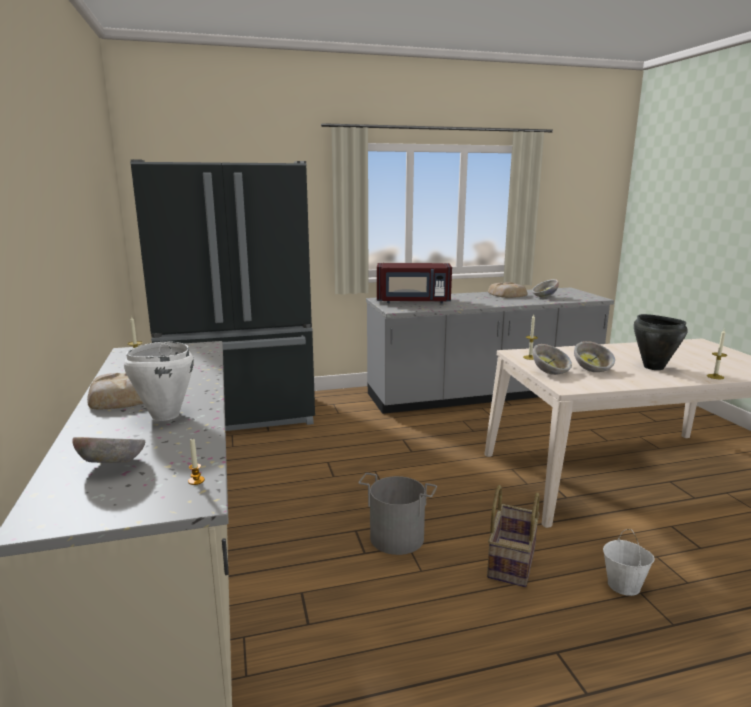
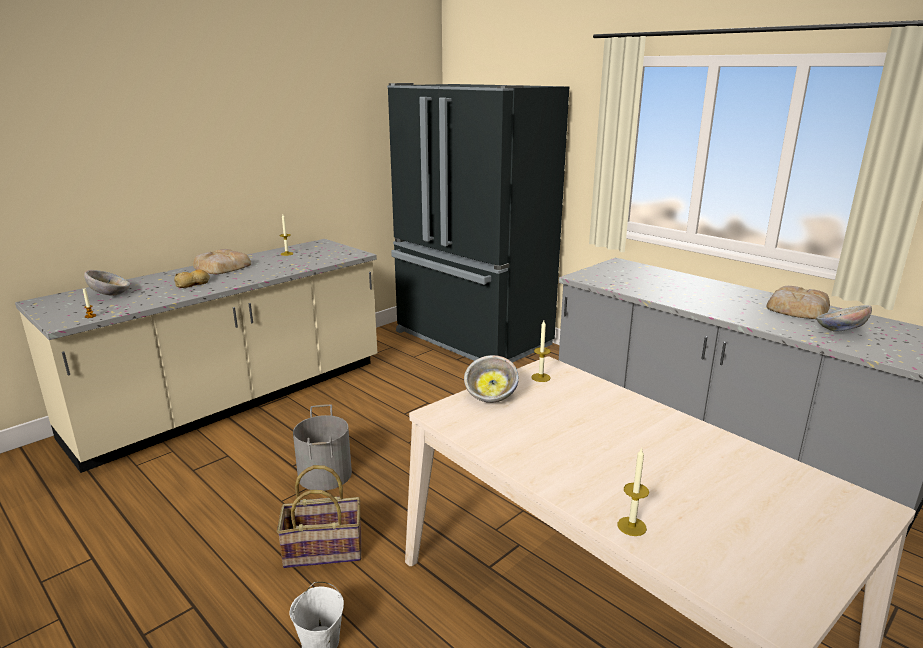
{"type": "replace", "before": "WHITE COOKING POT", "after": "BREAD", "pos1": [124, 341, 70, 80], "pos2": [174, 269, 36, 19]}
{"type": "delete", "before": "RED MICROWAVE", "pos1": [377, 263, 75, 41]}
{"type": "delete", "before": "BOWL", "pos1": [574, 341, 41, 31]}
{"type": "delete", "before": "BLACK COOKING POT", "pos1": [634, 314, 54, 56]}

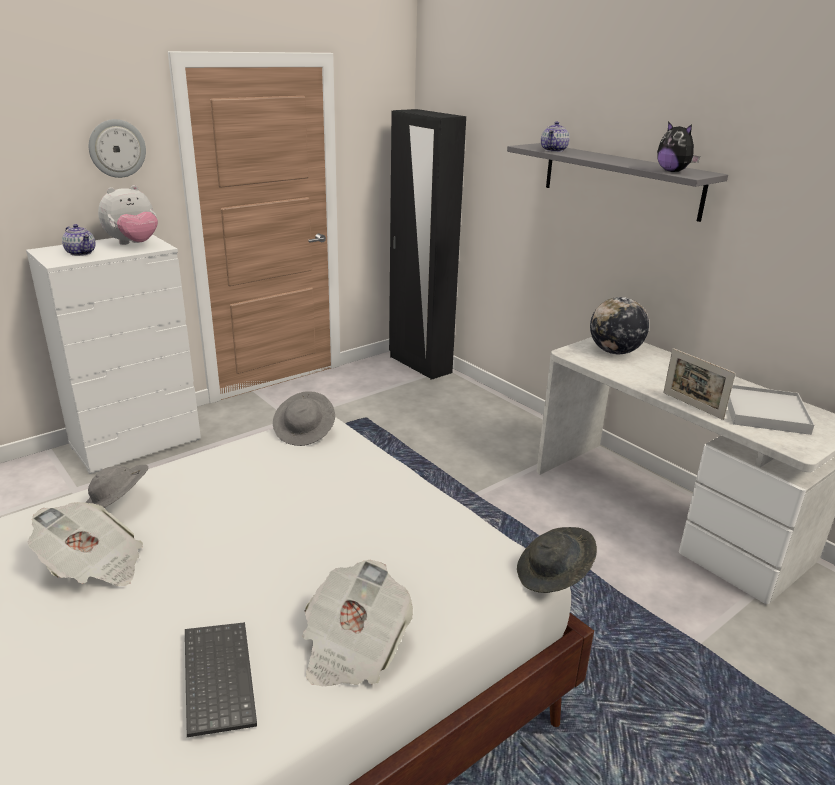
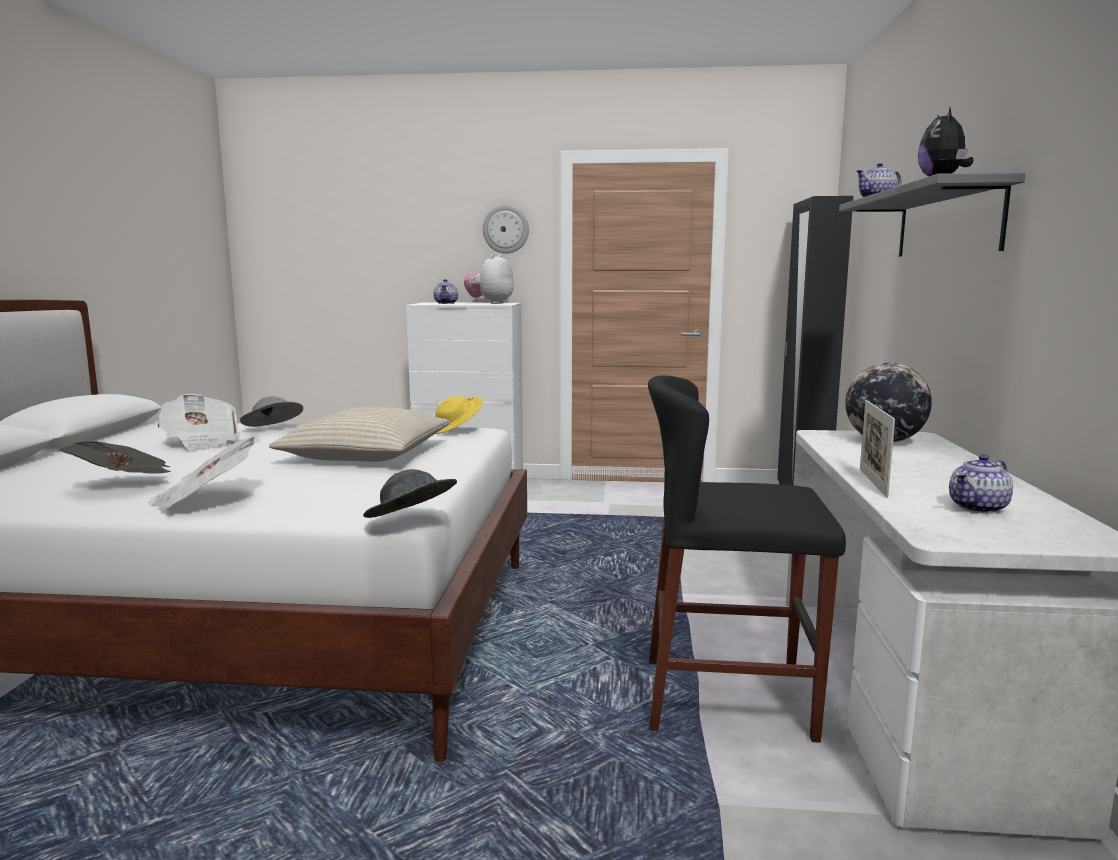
{"type": "replace", "before": "KEYBOARD", "after": "NEWSPAPER", "pos1": [185, 622, 72, 115], "pos2": [59, 441, 112, 33]}
{"type": "insert", "after": "BEIGE PILLOW", "pos2": [269, 407, 181, 55]}
{"type": "recolor", "before": "GREY HAT", "after": "YELLOW HAT", "pos1": [273, 391, 62, 55], "pos2": [436, 396, 47, 38]}
{"type": "rotate", "before": "PLUSH TOY", "pos1": [98, 185, 60, 60], "pos2": [464, 254, 50, 50], "turn": 105}
{"type": "insert", "after": "BLACK STOOL", "pos2": [648, 375, 198, 368]}
{"type": "replace", "before": "WHITE TRAY", "after": "TEAPOT", "pos1": [728, 385, 87, 50], "pos2": [949, 454, 64, 60]}

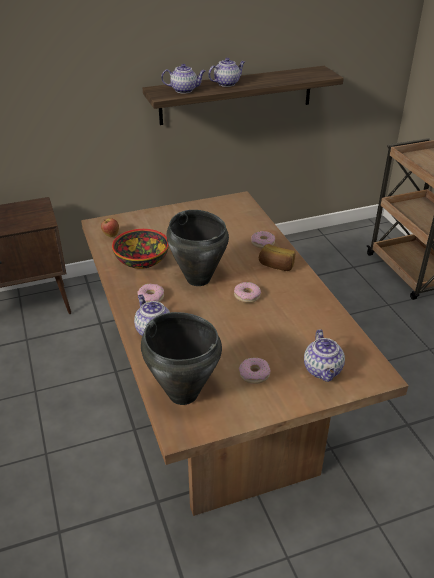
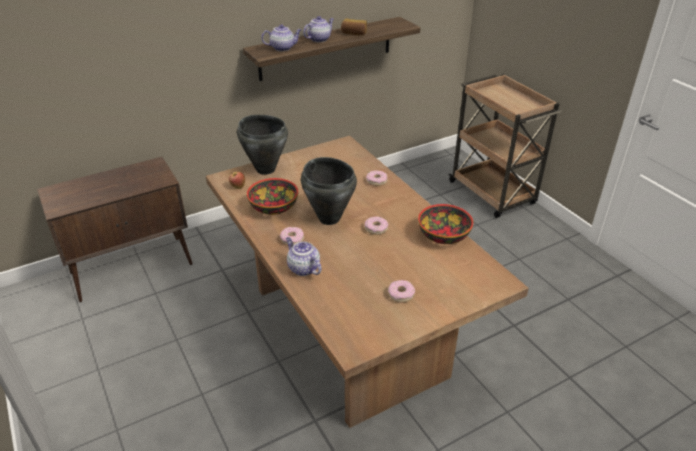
{"type": "move", "before": "BLACK COOKING POT", "pos1": [141, 312, 81, 93], "pos2": [237, 115, 51, 60]}
{"type": "move", "before": "BREAD", "pos1": [259, 244, 36, 27], "pos2": [341, 18, 26, 17]}
{"type": "insert", "after": "BOWL", "pos2": [418, 204, 55, 40]}
{"type": "delete", "before": "TEAPOT", "pos1": [304, 329, 41, 53]}

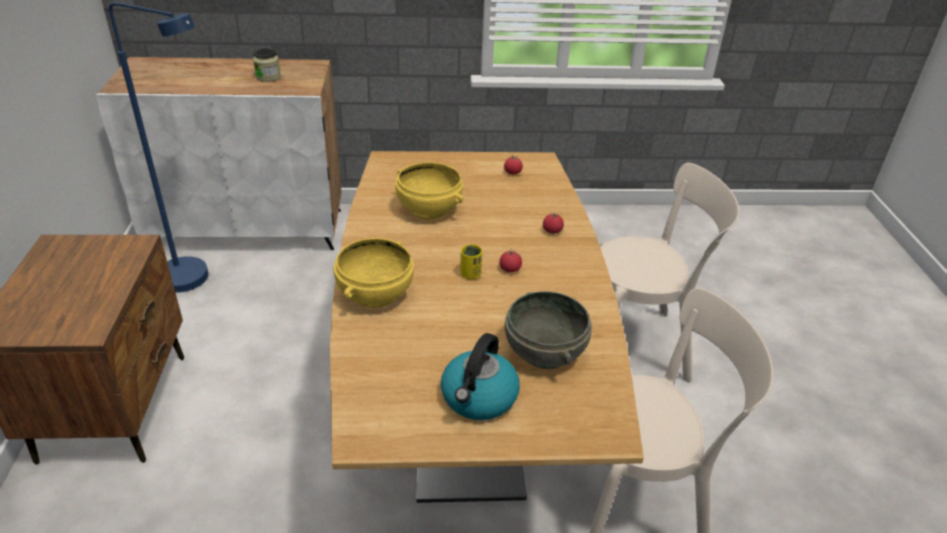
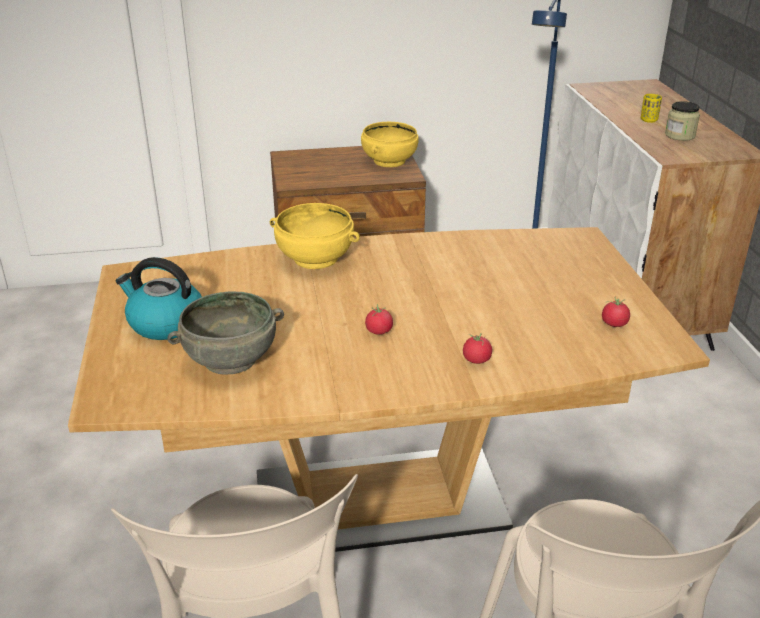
{"type": "move", "before": "YELLOW BOWL", "pos1": [395, 162, 68, 58], "pos2": [361, 122, 57, 45]}
{"type": "move", "before": "YELLOW CUP", "pos1": [461, 244, 21, 35], "pos2": [641, 94, 21, 29]}

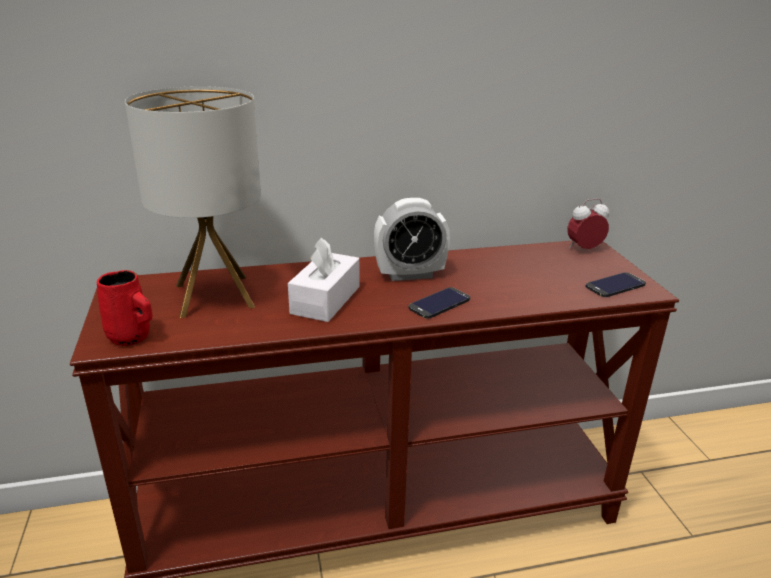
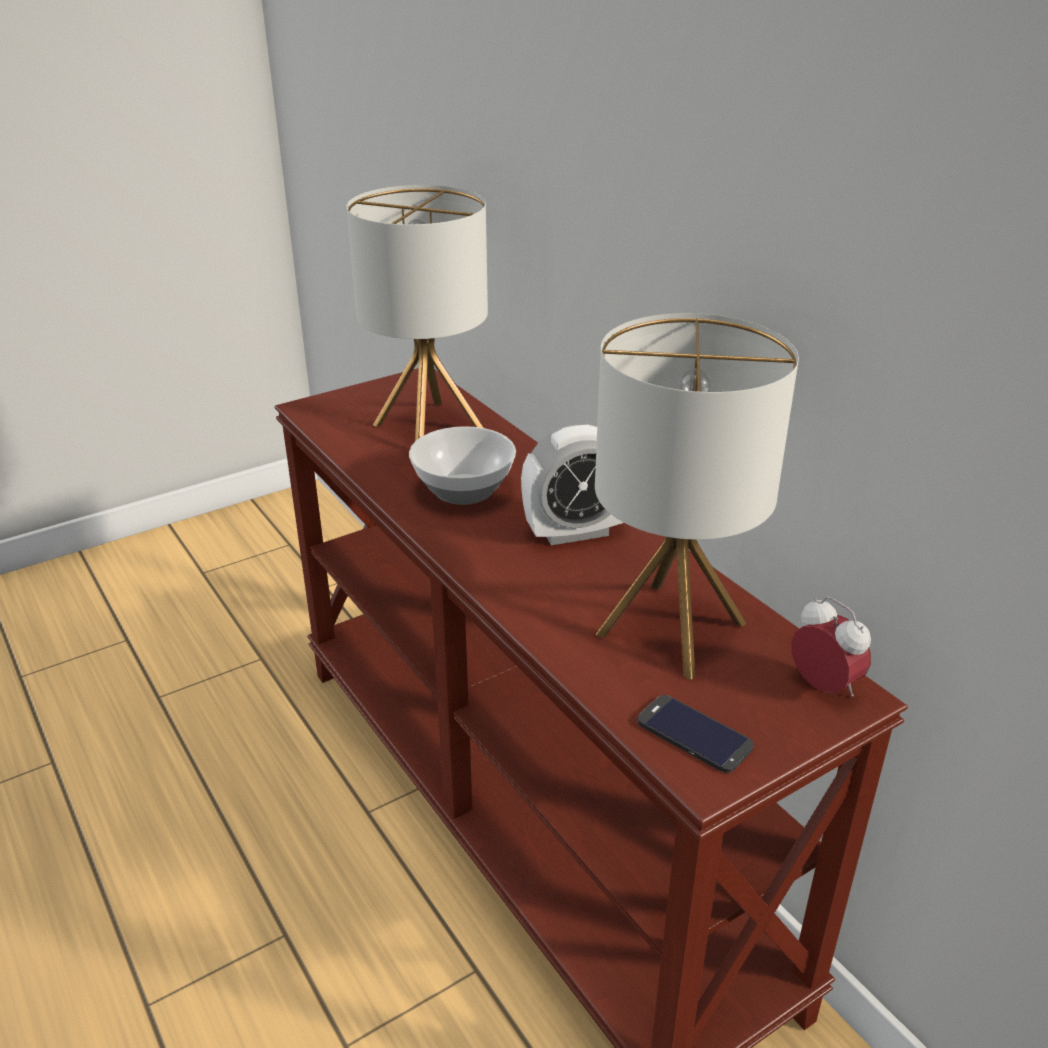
{"type": "replace", "before": "WHITE TISSUE BOX", "after": "BOWL", "pos1": [288, 237, 71, 85], "pos2": [409, 426, 107, 79]}
{"type": "rotate", "before": "ALARM CLOCK", "pos1": [374, 198, 76, 83], "pos2": [521, 425, 103, 120], "turn": -75}
{"type": "insert", "after": "TABLE LAMP", "pos2": [595, 313, 204, 367]}
{"type": "delete", "before": "RED MUG", "pos1": [97, 270, 55, 76]}
{"type": "delete", "before": "PHONE", "pos1": [409, 287, 61, 32]}

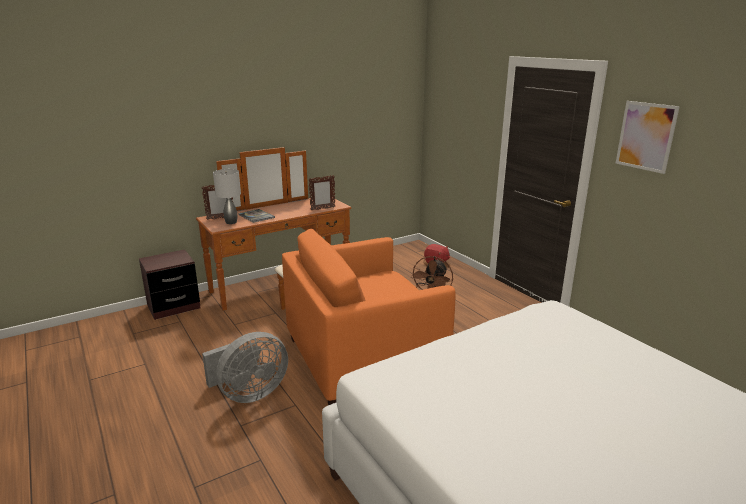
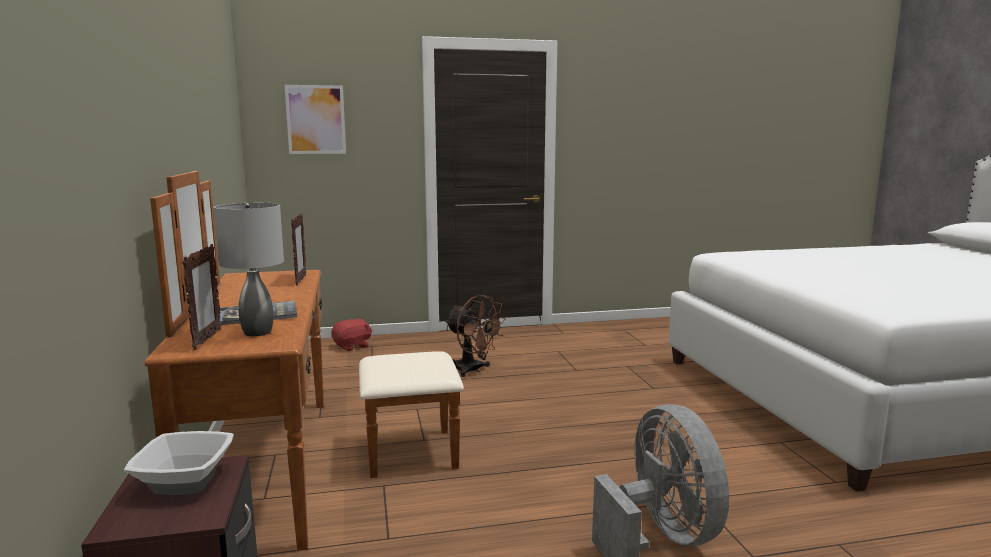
{"type": "insert", "after": "BOWL", "pos2": [124, 431, 110, 64]}
{"type": "move", "before": "PICTURE", "pos1": [616, 101, 64, 73], "pos2": [285, 85, 61, 69]}
{"type": "delete", "before": "ORANGE ARMCHAIR", "pos1": [282, 229, 173, 176]}

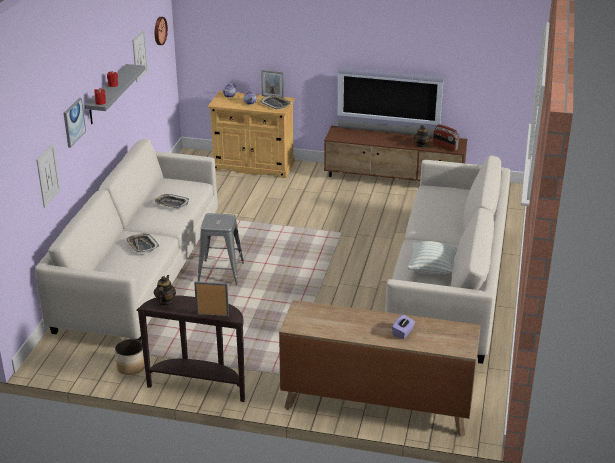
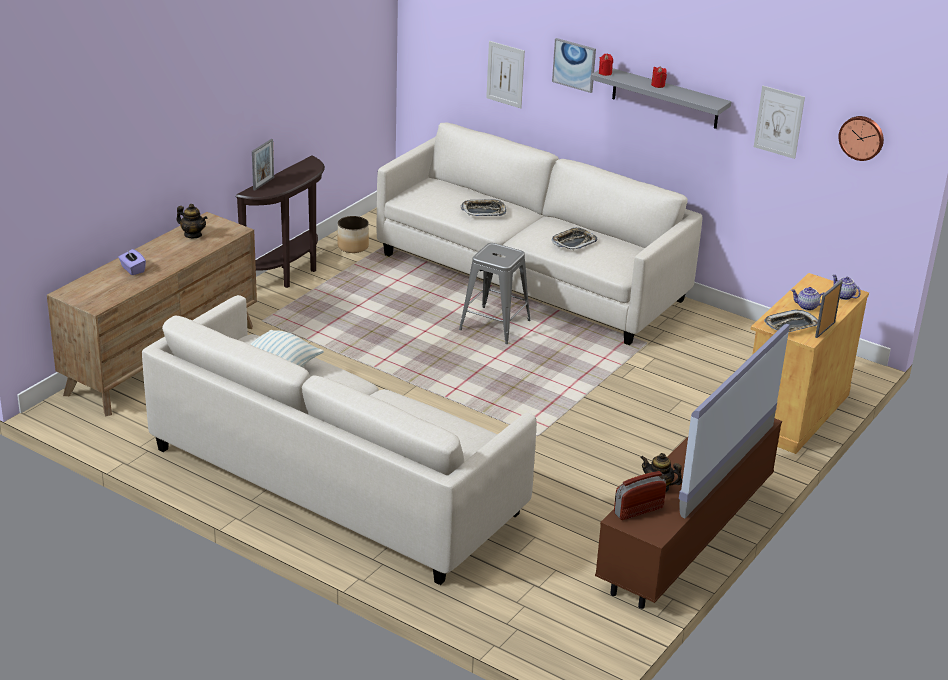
{"type": "move", "before": "TEAPOT", "pos1": [154, 275, 22, 31], "pos2": [177, 204, 30, 34]}

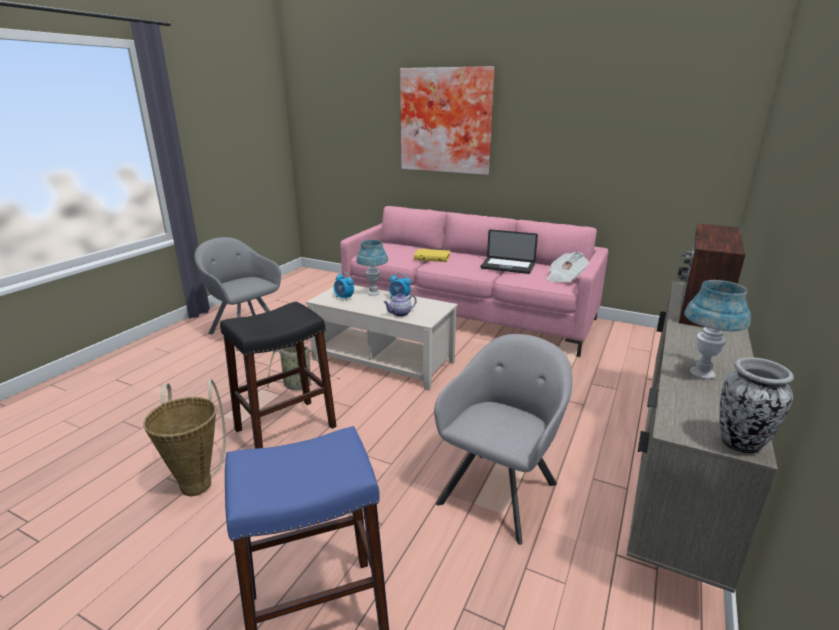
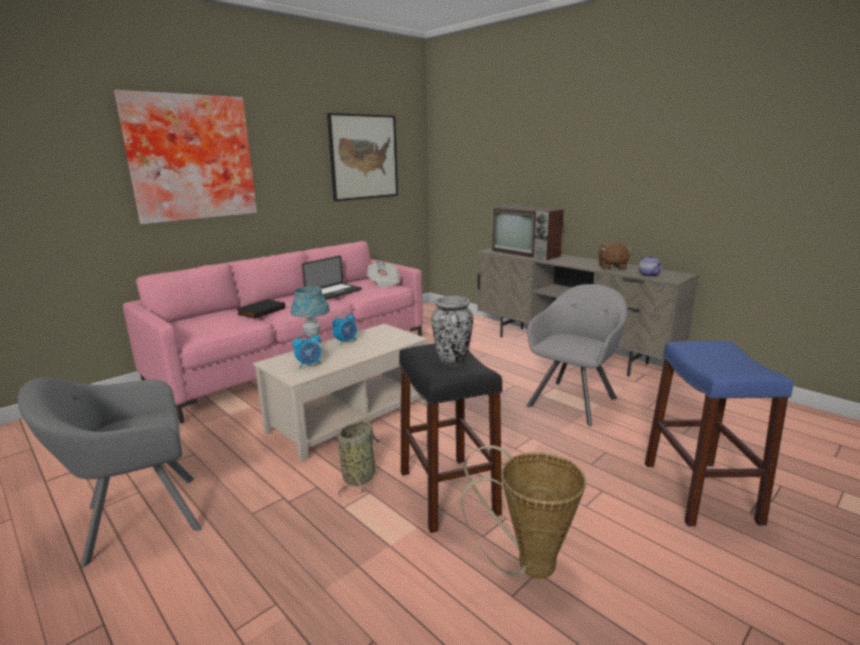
{"type": "recolor", "before": "YELLOW BOOK", "after": "BLACK BOOK", "pos1": [414, 249, 36, 13], "pos2": [237, 299, 48, 20]}
{"type": "insert", "after": "PICTURE", "pos2": [327, 113, 71, 88]}
{"type": "move", "before": "VASE", "pos1": [719, 357, 75, 97], "pos2": [432, 296, 41, 70]}
{"type": "rotate", "before": "GREY ARMCHAIR", "pos1": [434, 334, 139, 211], "pos2": [527, 284, 101, 143], "turn": 75}
{"type": "replace", "before": "BLUE TABLE LAMP", "after": "BROWN PLUSH TOY", "pos1": [684, 280, 67, 99], "pos2": [598, 241, 34, 29]}
{"type": "move", "before": "TEAPOT", "pos1": [383, 293, 34, 24], "pos2": [639, 255, 23, 22]}

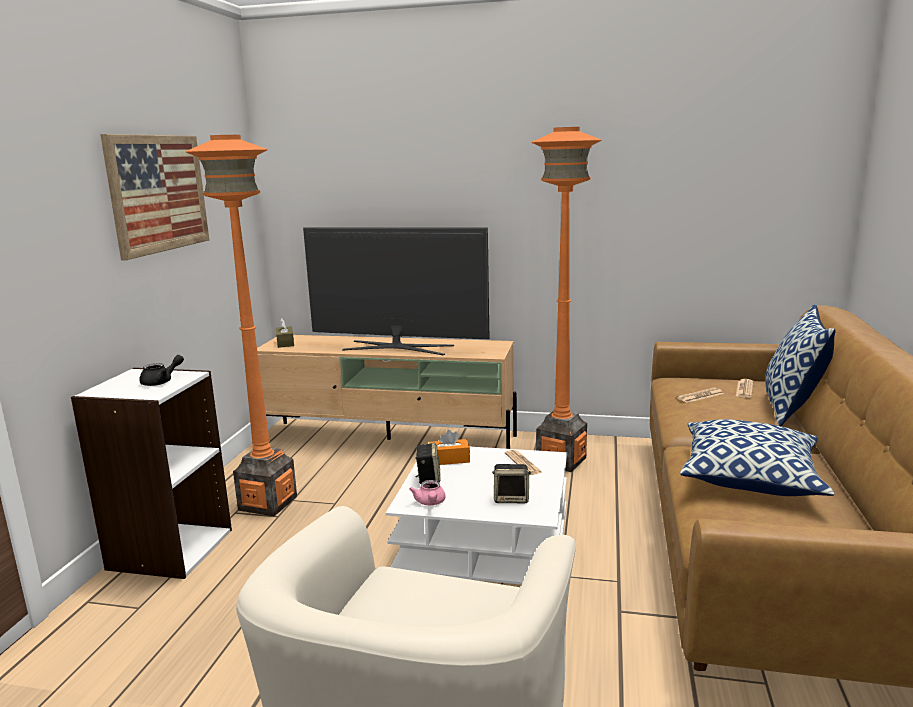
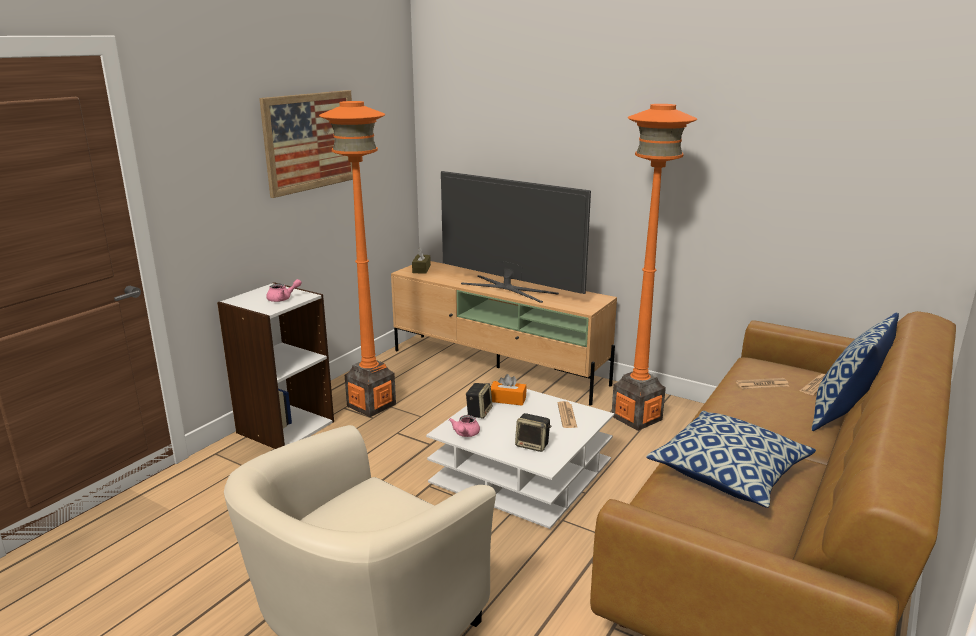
{"type": "recolor", "before": "BLACK TEAPOT", "after": "PINK TEAPOT", "pos1": [139, 355, 45, 31], "pos2": [266, 279, 36, 23]}

